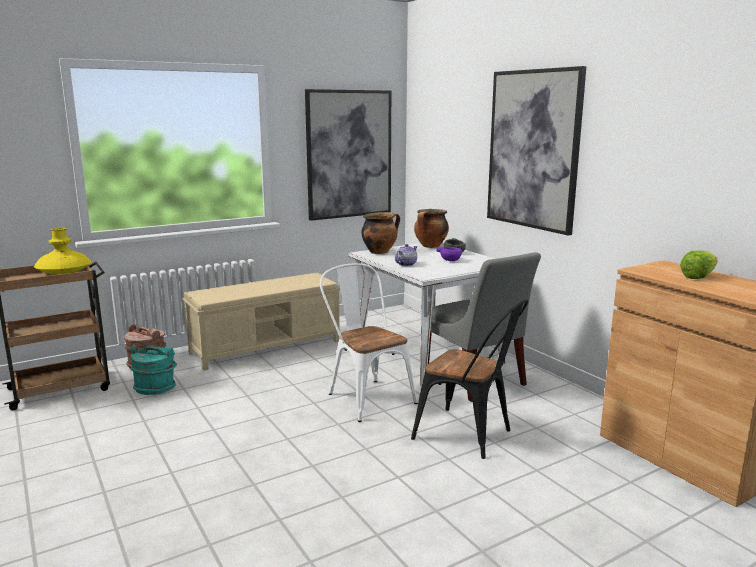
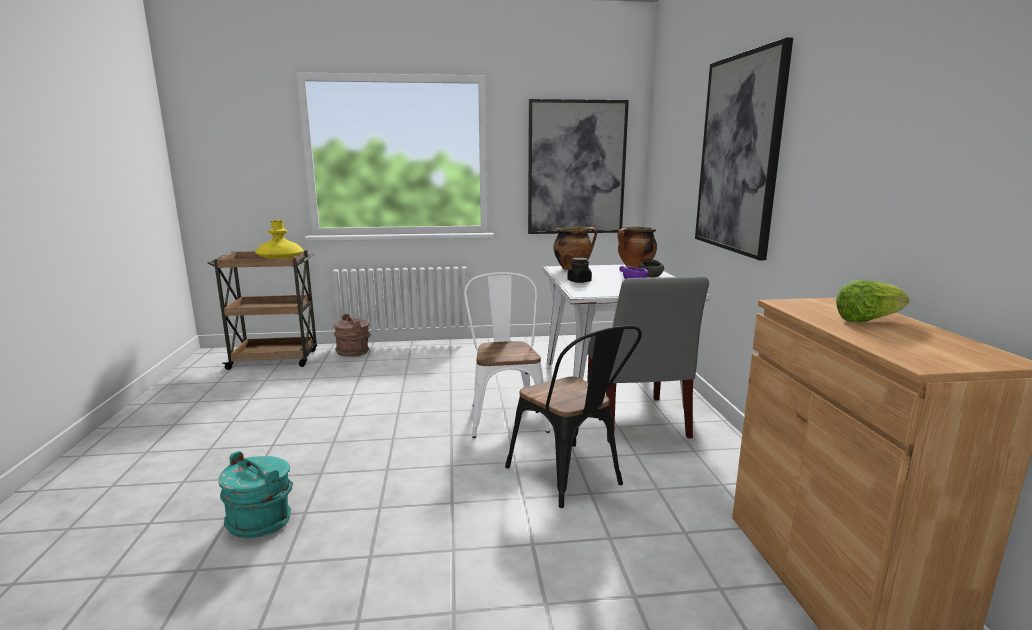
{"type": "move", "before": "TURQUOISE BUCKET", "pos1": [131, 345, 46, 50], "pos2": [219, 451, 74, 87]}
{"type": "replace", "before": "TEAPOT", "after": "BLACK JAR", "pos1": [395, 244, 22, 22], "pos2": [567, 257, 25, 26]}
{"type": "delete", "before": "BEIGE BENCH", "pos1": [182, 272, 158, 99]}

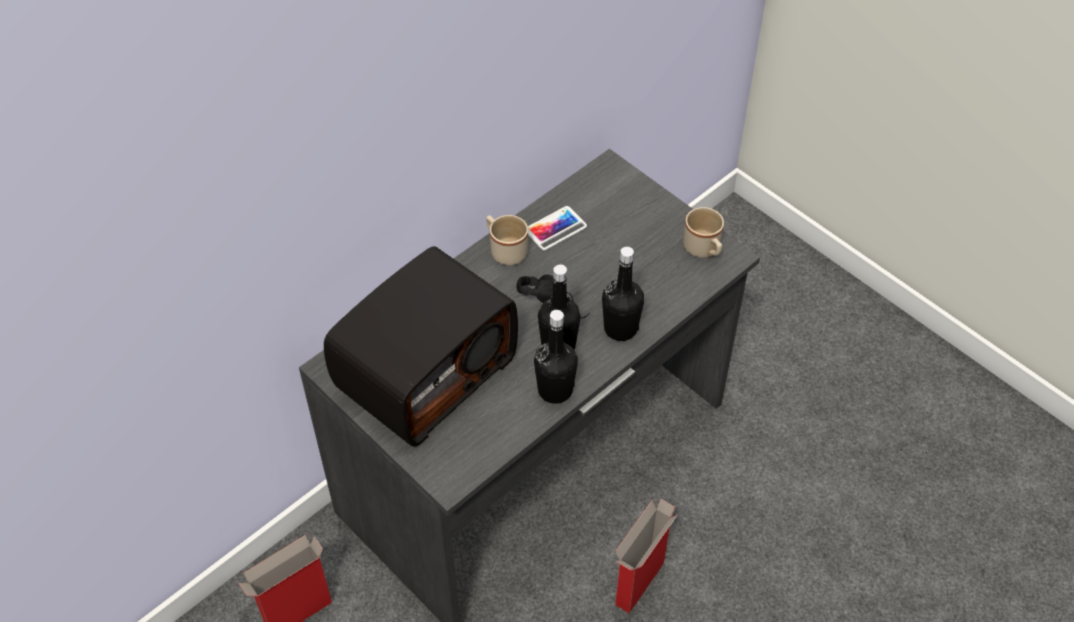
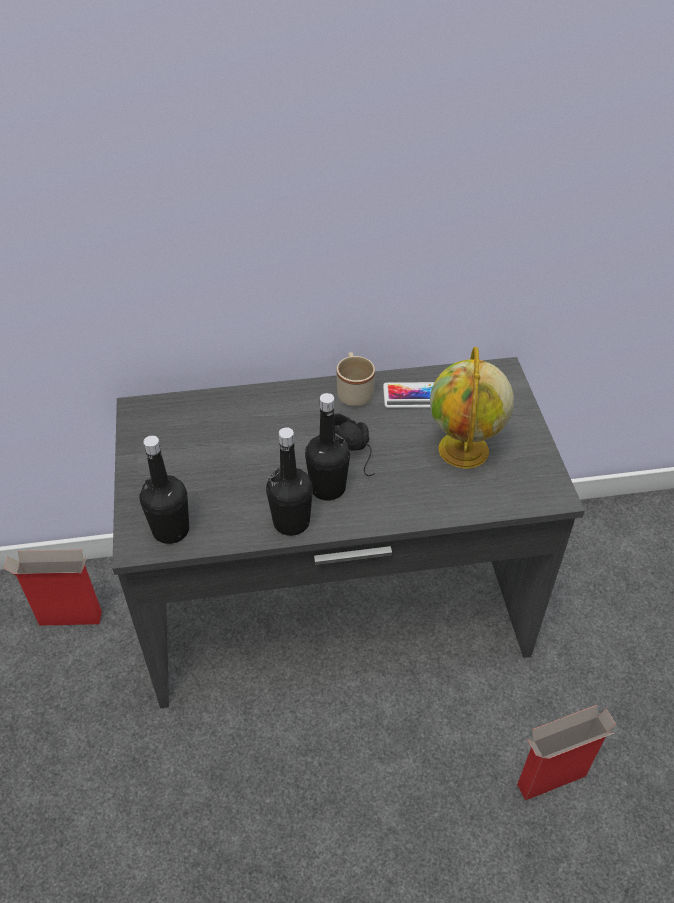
{"type": "move", "before": "BLACK BOTTLE", "pos1": [602, 247, 42, 94], "pos2": [139, 436, 50, 108]}
{"type": "insert", "after": "GLOBE", "pos2": [430, 347, 84, 121]}
{"type": "move", "before": "CARDBOARD BOX", "pos1": [615, 499, 62, 114], "pos2": [517, 705, 99, 96]}
{"type": "delete", "before": "RADIO", "pos1": [324, 246, 194, 201]}
{"type": "delete", "before": "BEIGE MUG", "pos1": [683, 207, 41, 51]}

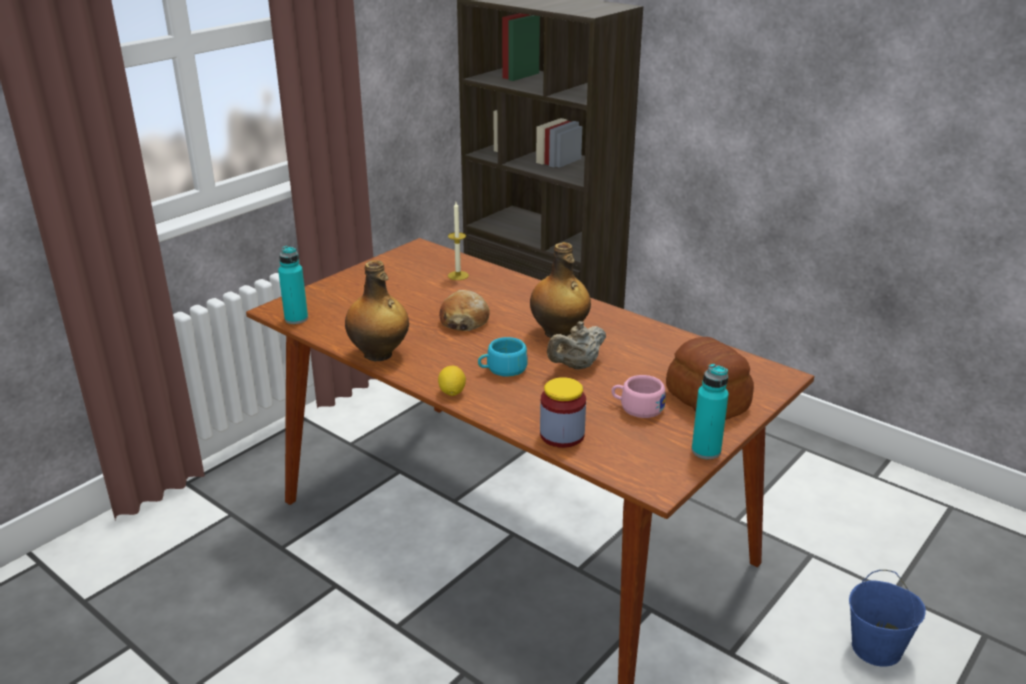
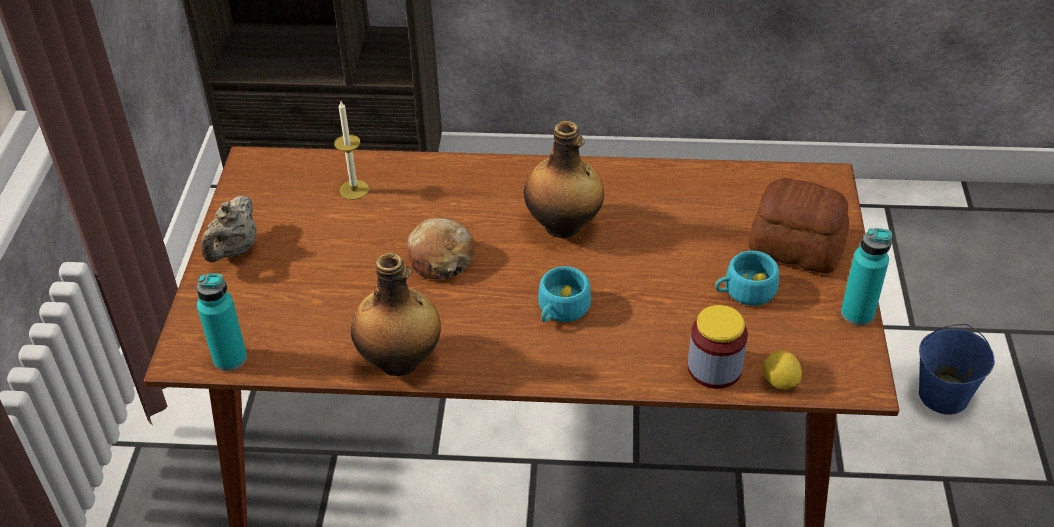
{"type": "move", "before": "BEIGE TEAPOT", "pos1": [547, 321, 59, 49], "pos2": [201, 195, 56, 68]}
{"type": "recolor", "before": "PINK CUP", "after": "TURQUOISE CUP", "pos1": [611, 375, 54, 43], "pos2": [715, 251, 64, 55]}
{"type": "move", "before": "LEMON", "pos1": [438, 366, 28, 30], "pos2": [763, 350, 39, 40]}

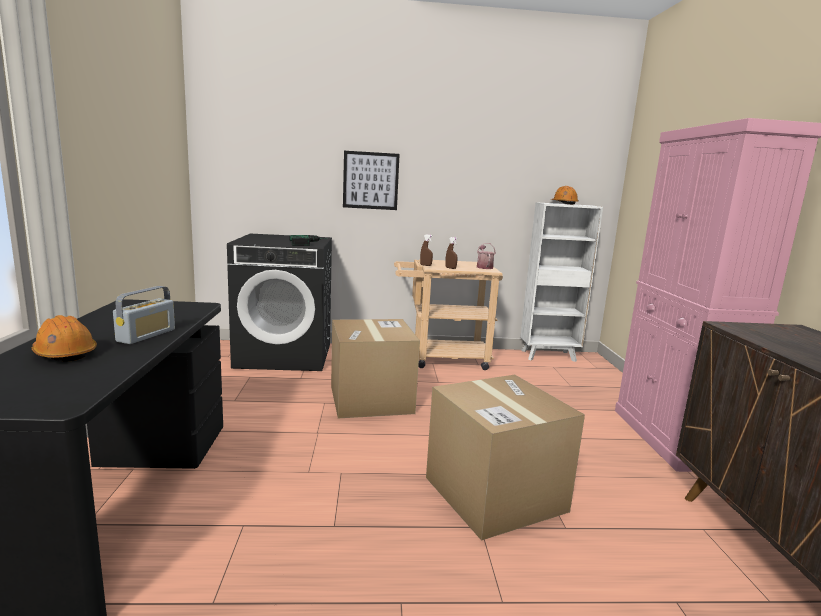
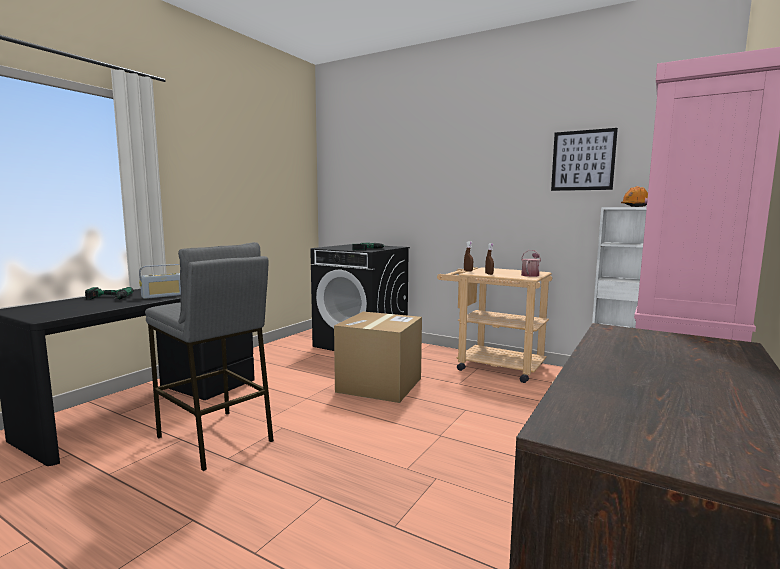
{"type": "replace", "before": "ORANGE HARD HAT", "after": "POWER DRILL", "pos1": [32, 315, 65, 47], "pos2": [85, 287, 49, 13]}
{"type": "insert", "after": "GREY STOOL", "pos2": [145, 242, 129, 229]}
{"type": "move", "before": "PICTURE", "pos1": [343, 151, 57, 59], "pos2": [551, 128, 67, 63]}
{"type": "delete", "before": "CARDBOARD BOX", "pos1": [426, 375, 159, 166]}

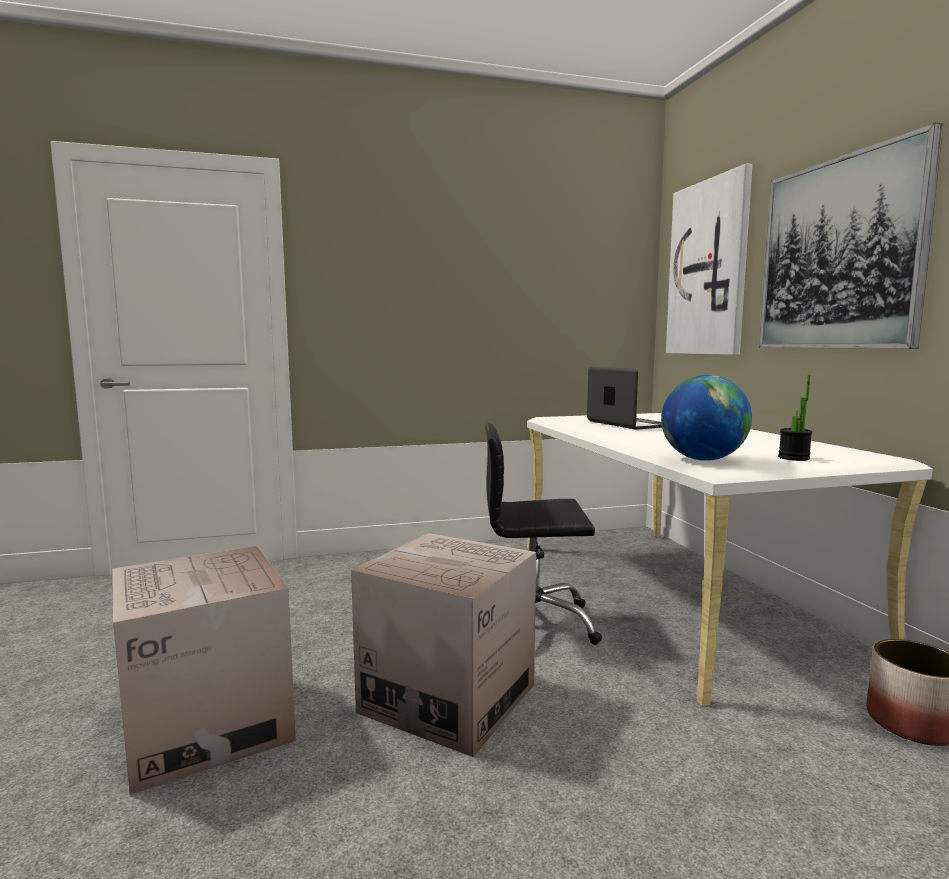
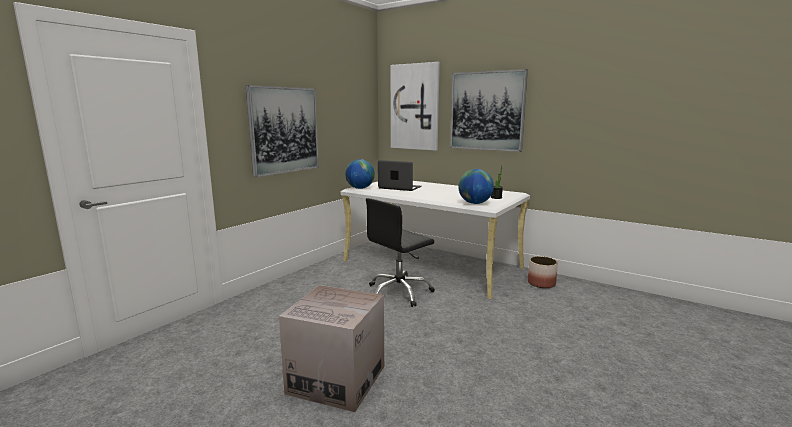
{"type": "insert", "after": "PICTURE", "pos2": [246, 85, 73, 92]}
{"type": "insert", "after": "GLOBE", "pos2": [345, 159, 30, 30]}
{"type": "delete", "before": "CARDBOARD BOX", "pos1": [351, 533, 185, 224]}

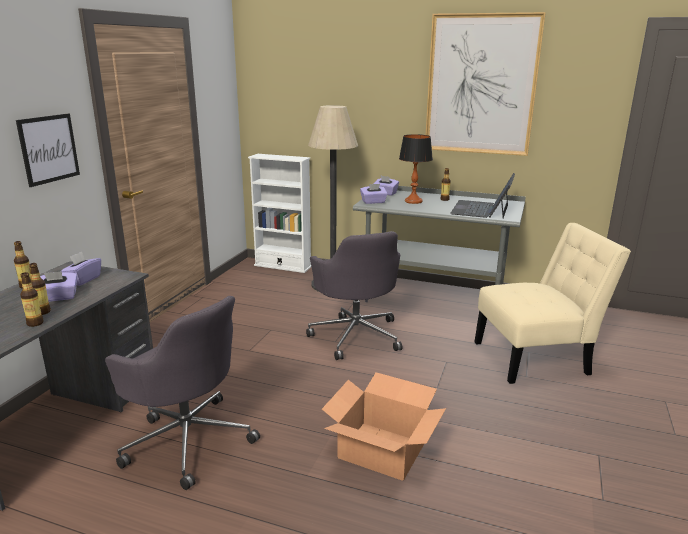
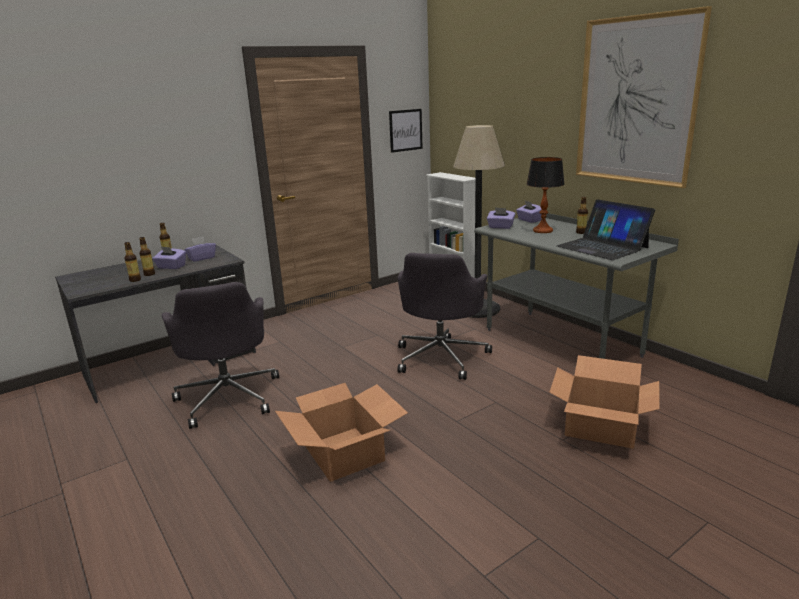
{"type": "move", "before": "PICTURE", "pos1": [16, 114, 64, 73], "pos2": [389, 109, 34, 44]}
{"type": "replace", "before": "BEIGE CHAIR", "after": "CARDBOARD BOX", "pos1": [474, 223, 157, 161], "pos2": [550, 355, 110, 94]}
{"type": "rotate", "before": "LAPTOP", "pos1": [450, 173, 65, 45], "pos2": [557, 199, 98, 61], "turn": -90}

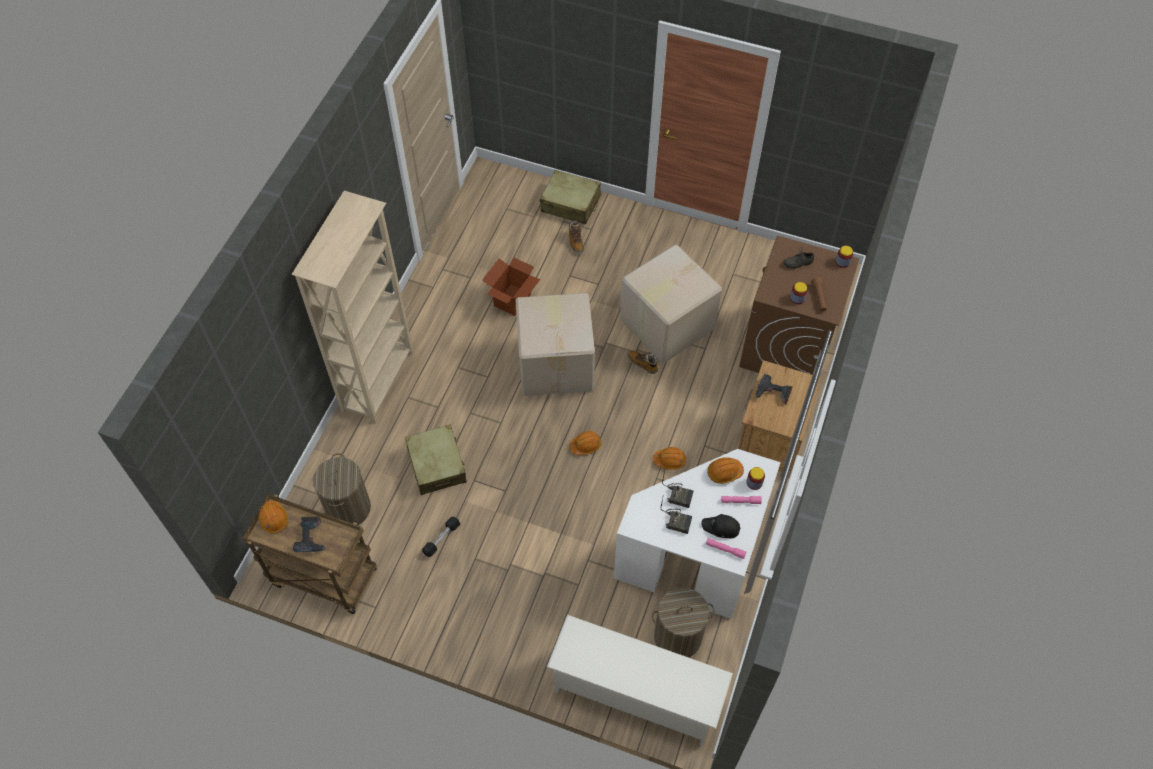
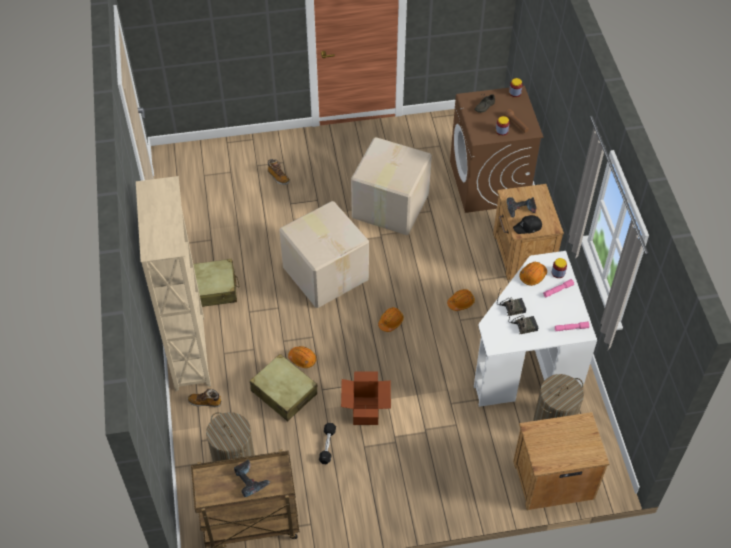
{"type": "move", "before": "BOOT", "pos1": [627, 351, 32, 23], "pos2": [187, 388, 35, 19]}
{"type": "move", "before": "BEIGE SUITCASE", "pos1": [540, 170, 61, 54], "pos2": [193, 259, 47, 48]}
{"type": "move", "before": "ORANGE HARD HAT", "pos1": [259, 501, 29, 33], "pos2": [288, 346, 29, 22]}
{"type": "move", "before": "CARDBOARD BOX", "pos1": [482, 258, 58, 58], "pos2": [341, 371, 50, 54]}
{"type": "move", "before": "BLACK CAP", "pos1": [701, 514, 39, 24], "pos2": [513, 215, 29, 19]}
{"type": "replace", "before": "WHITE SHOE RACK", "after": "BROWN NIGHTSTAND", "pos1": [547, 615, 186, 131], "pos2": [513, 412, 96, 98]}

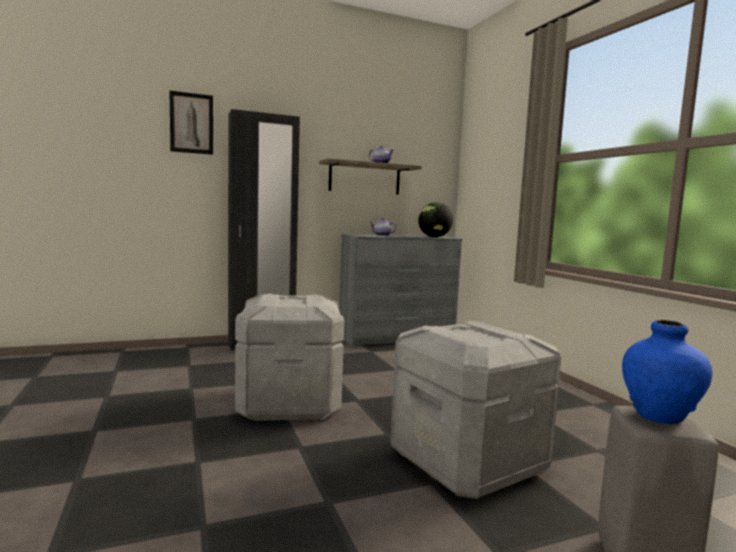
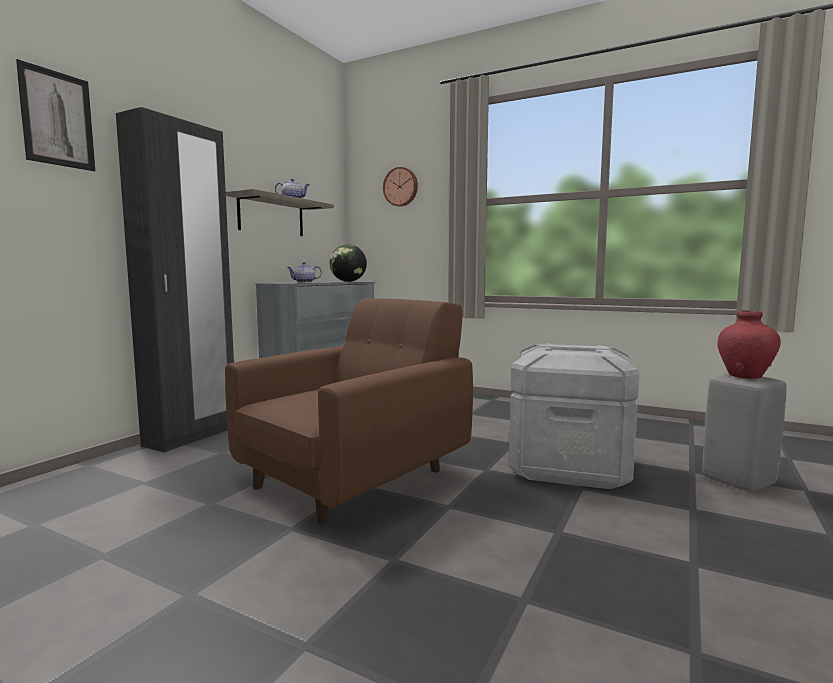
{"type": "replace", "before": "GREY STORAGE BOX", "after": "BROWN ARMCHAIR", "pos1": [235, 294, 109, 127], "pos2": [225, 298, 248, 227]}
{"type": "insert", "after": "WALL CLOCK", "pos2": [383, 167, 35, 40]}
{"type": "recolor", "before": "BLUE VASE", "after": "RED VASE", "pos1": [622, 320, 91, 104], "pos2": [717, 310, 64, 69]}

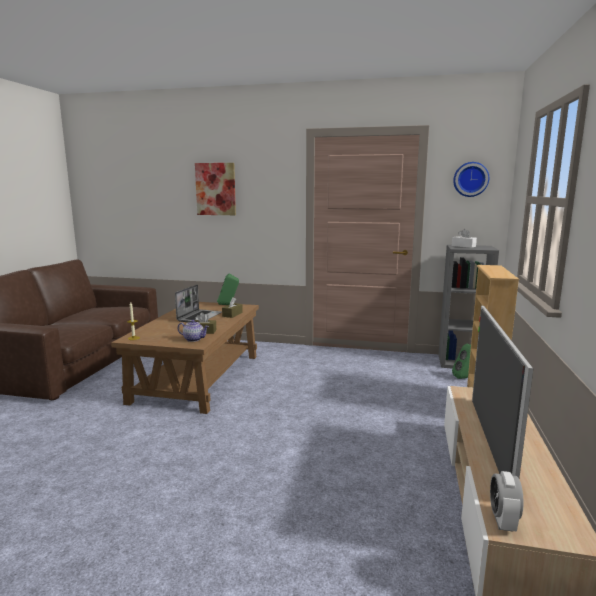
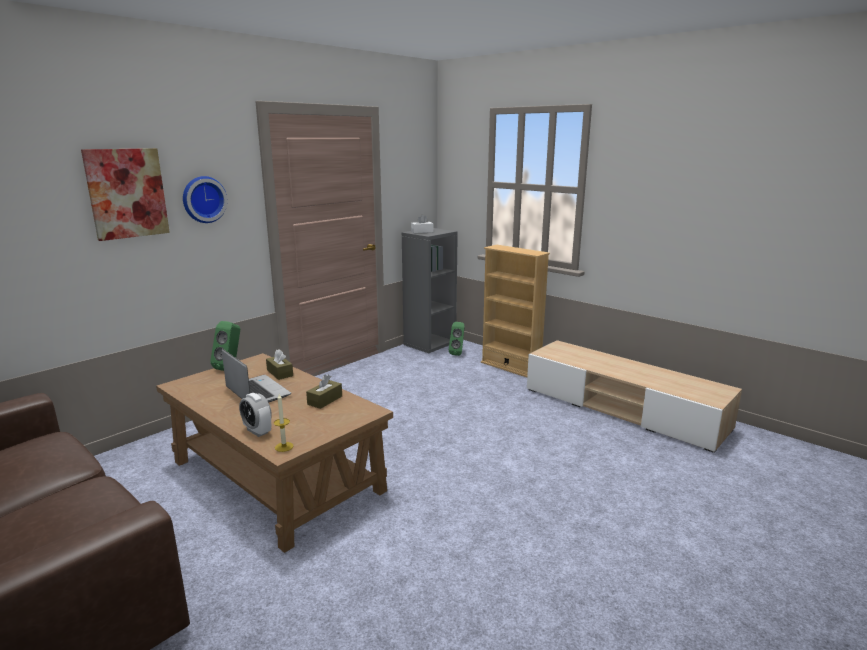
{"type": "move", "before": "WALL CLOCK", "pos1": [453, 162, 36, 35], "pos2": [183, 176, 44, 47]}
{"type": "move", "before": "ALARM CLOCK", "pos1": [490, 471, 34, 60], "pos2": [239, 393, 33, 44]}
{"type": "delete", "before": "TEAPOT", "pos1": [178, 320, 31, 22]}
{"type": "delete", "before": "TELEVISION", "pos1": [472, 306, 61, 172]}

